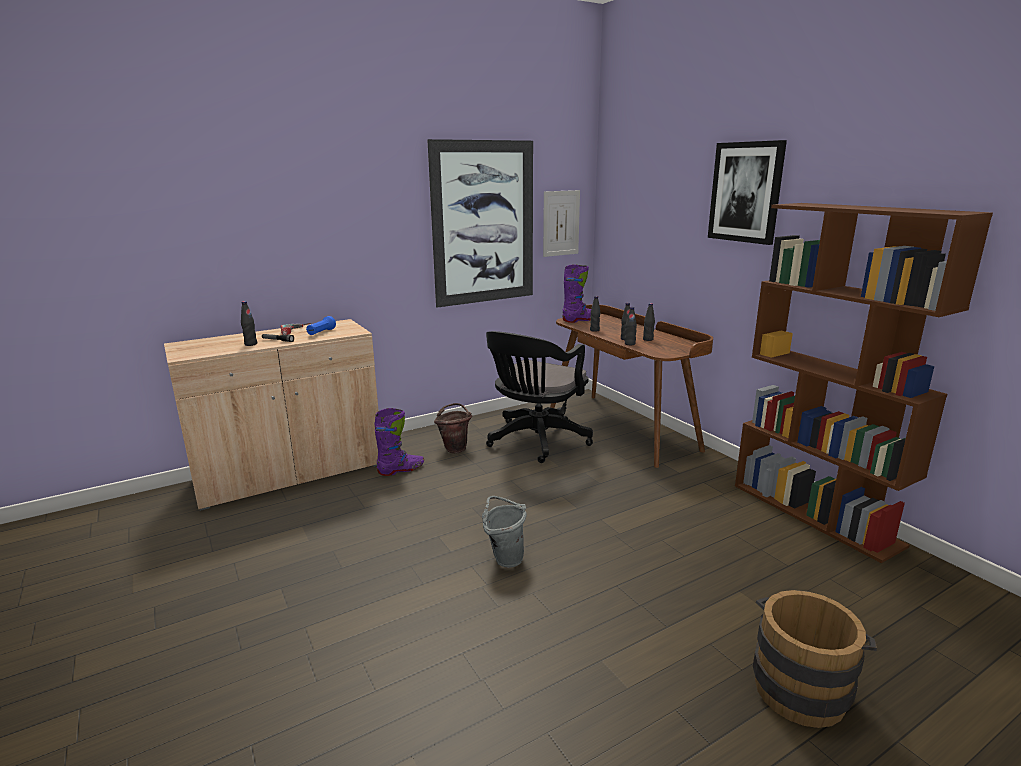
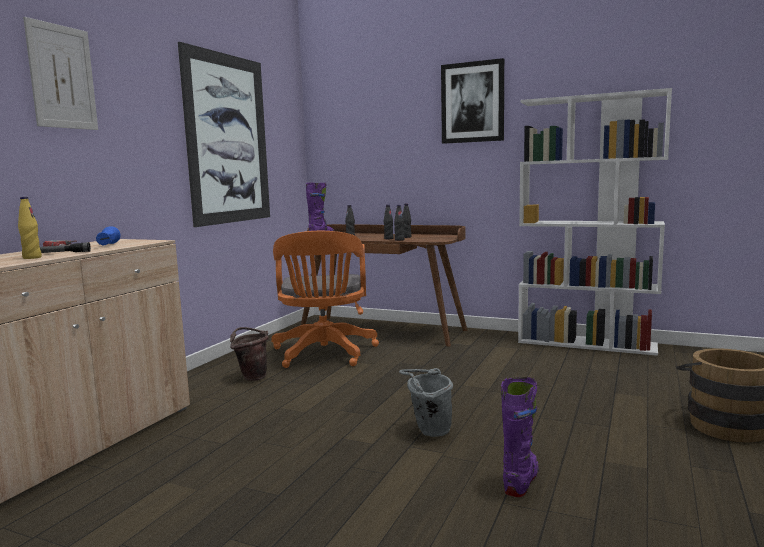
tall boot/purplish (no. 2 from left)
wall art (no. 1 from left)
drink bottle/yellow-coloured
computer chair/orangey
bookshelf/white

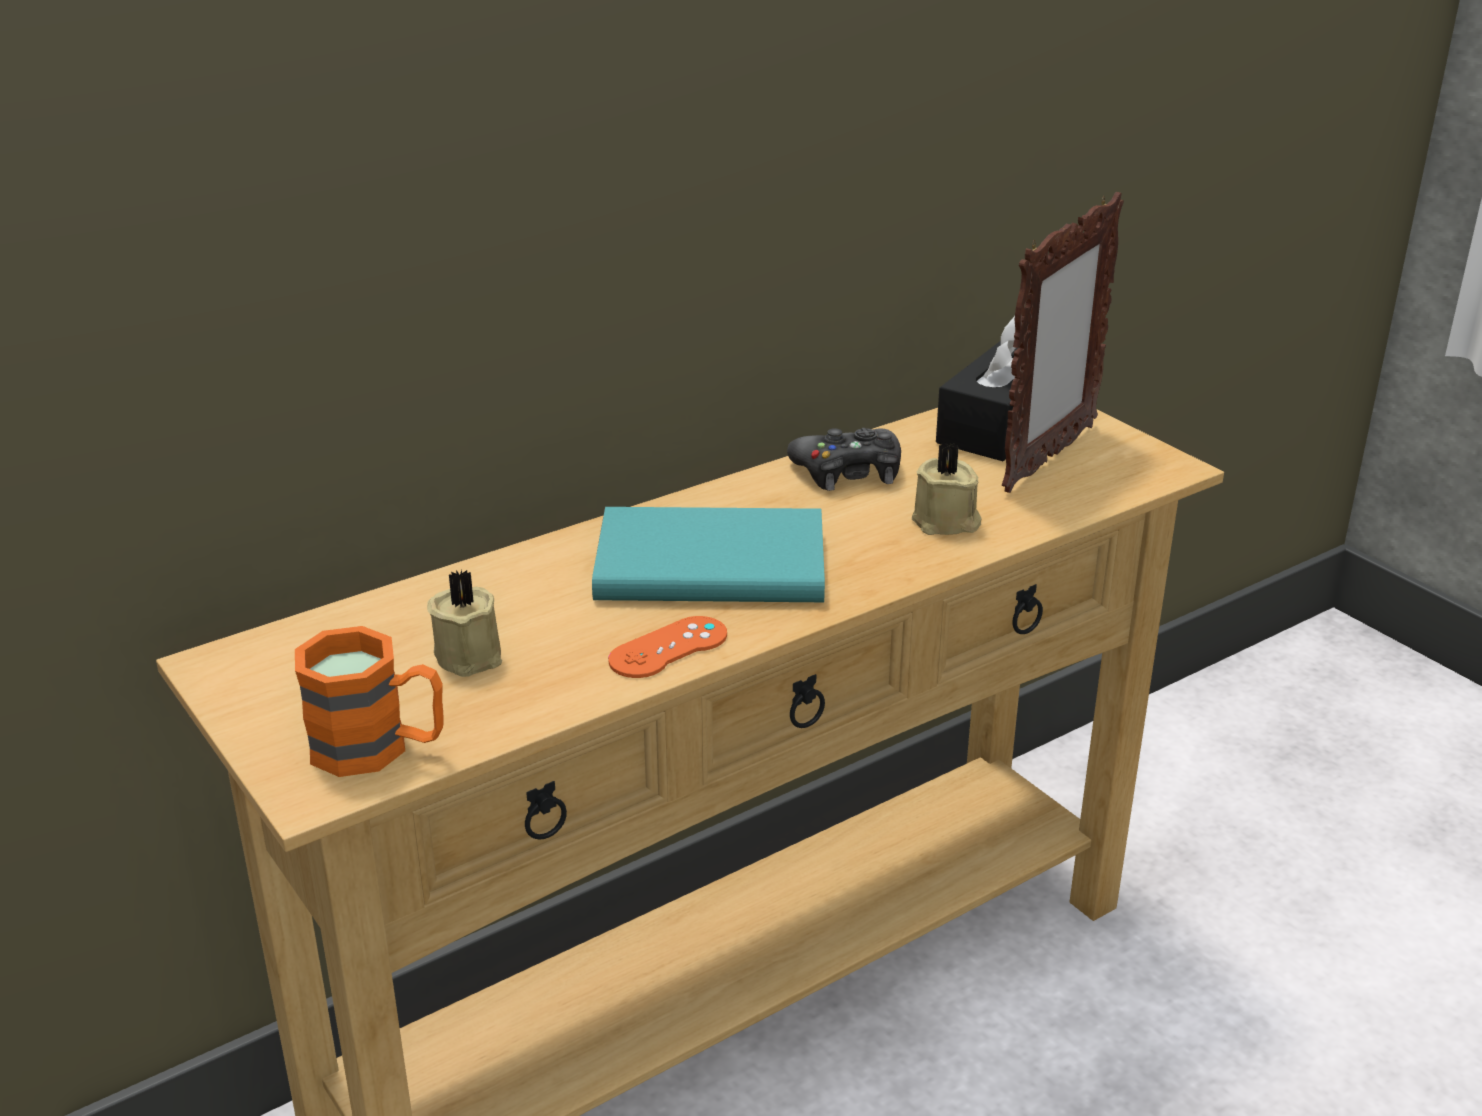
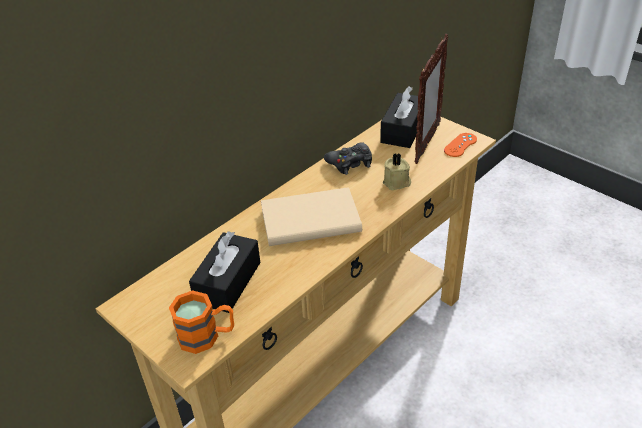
game controller/orangey
tissue holder/blackish (no. 1 from left)
bound book/sand-coloured

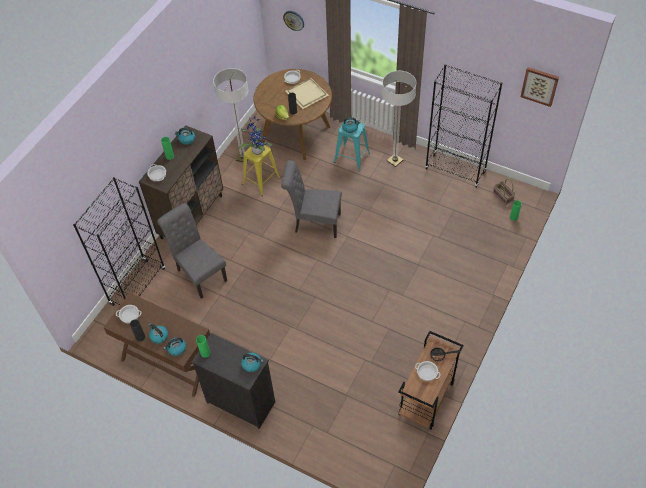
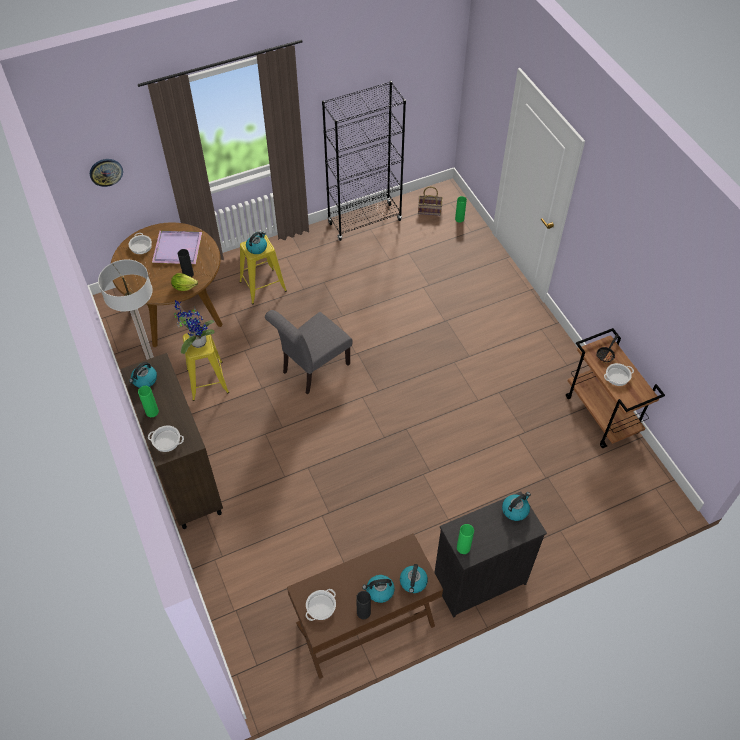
bookshelf/blackish (no. 1 from left in the first image)
plain chair/greyish (no. 1 from left in the first image)
standing lamp (no. 2 from left in the first image)
wall art
carrying tray/purplish
stool seat/yellow-coloured (no. 2 from left)

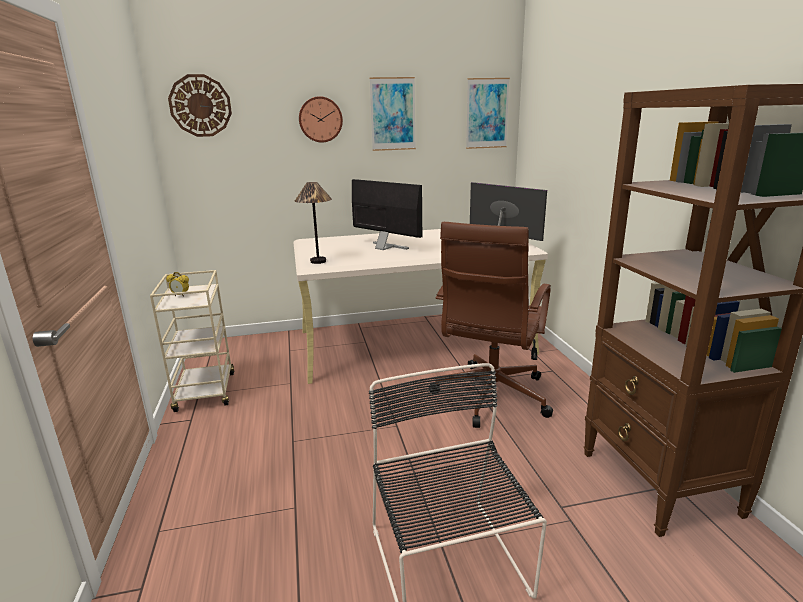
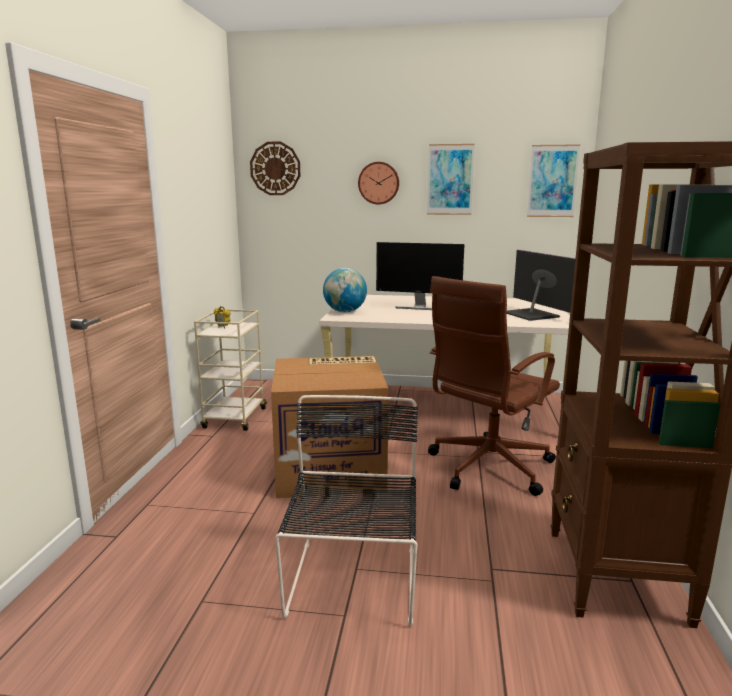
packing box
globe
computer display (no. 1 from left)

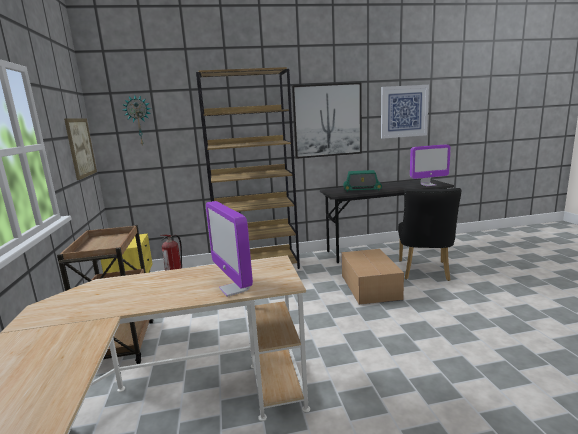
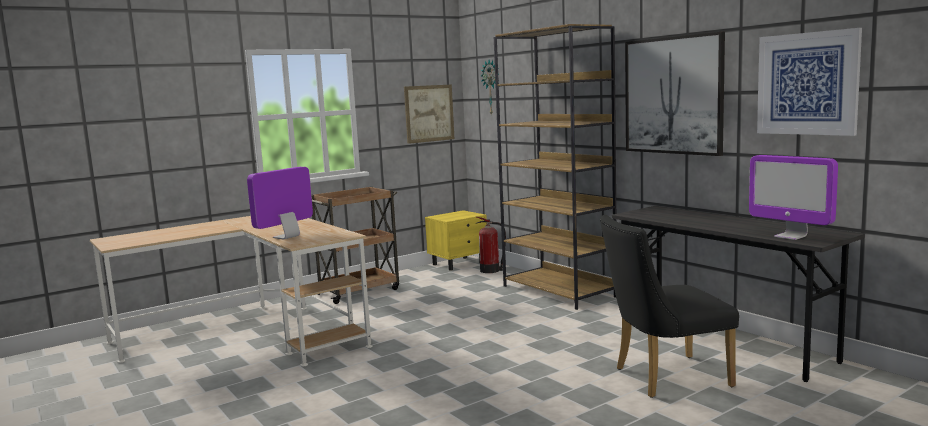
packing box
radio set

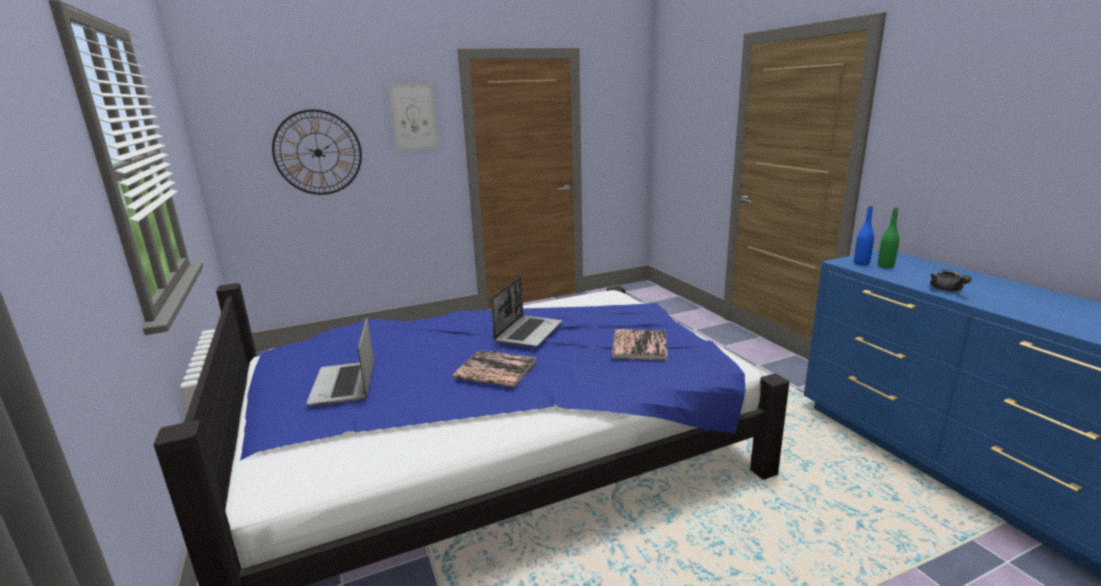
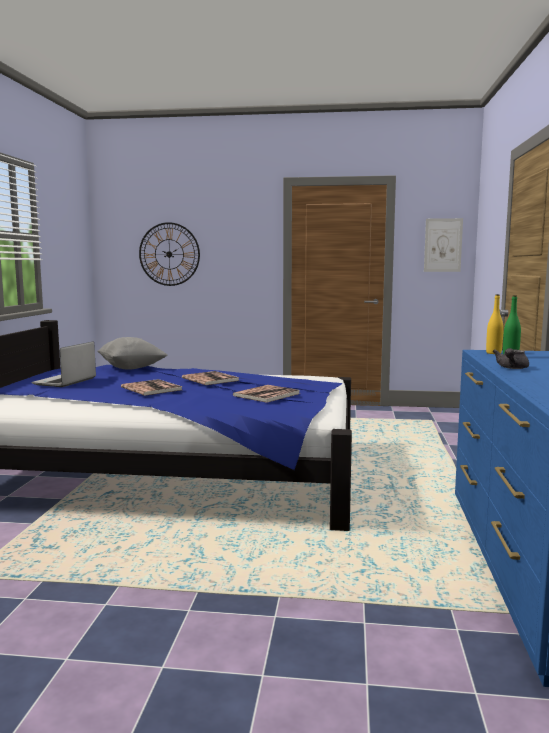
cushion/greyish
wall art
bound book (no. 2 from left)
drink bottle/yellow-coloured

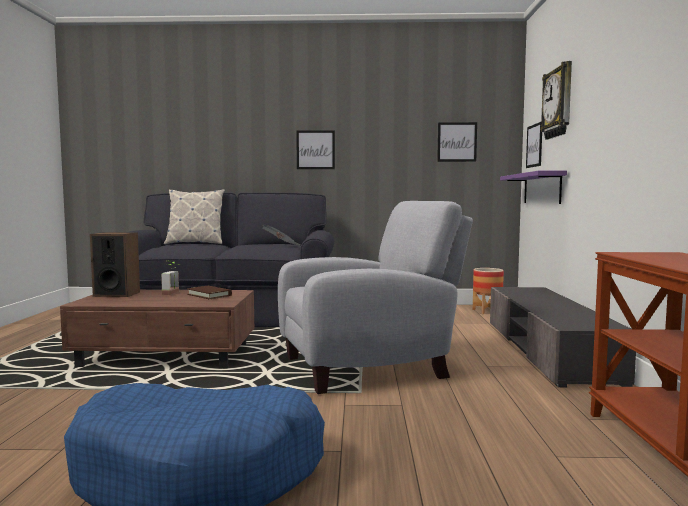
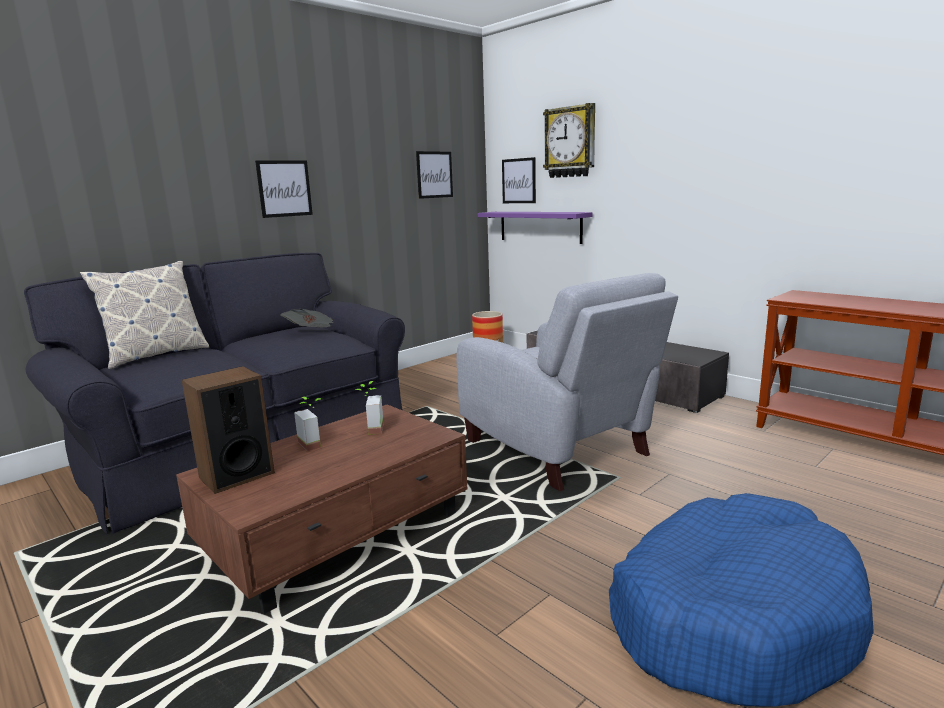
plant in a pot (no. 2 from left)
easy chair/greyish

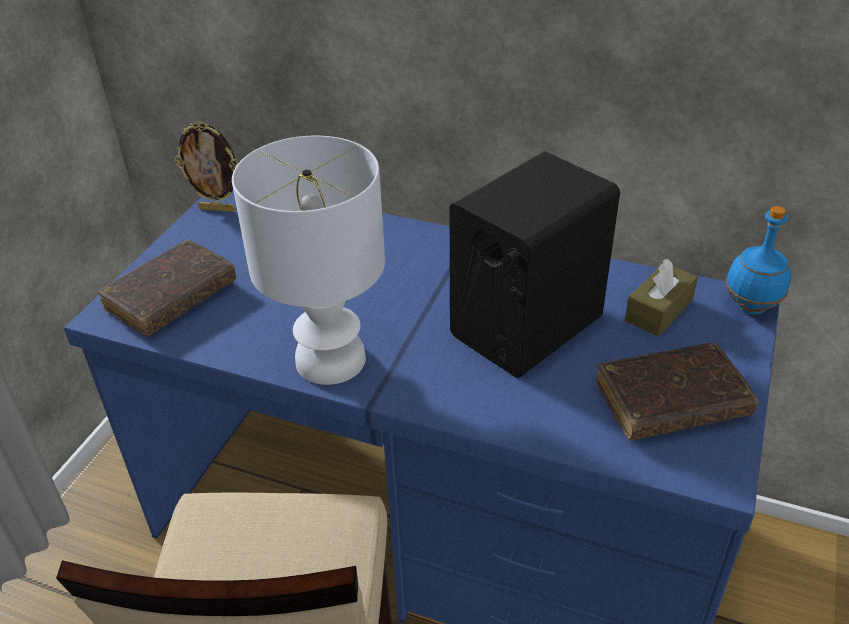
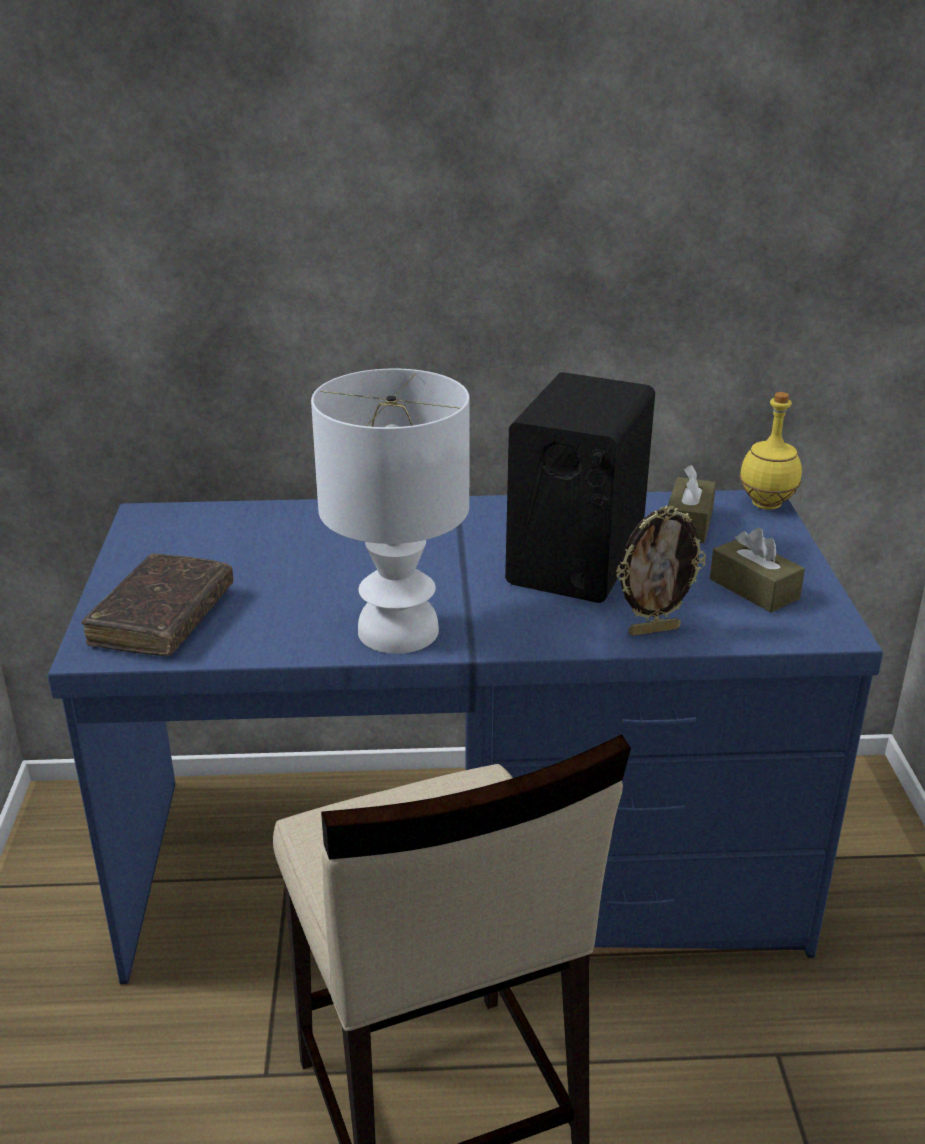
picture frame
tissue holder/brown (no. 2 from left)
drink bottle/yellow-coloured

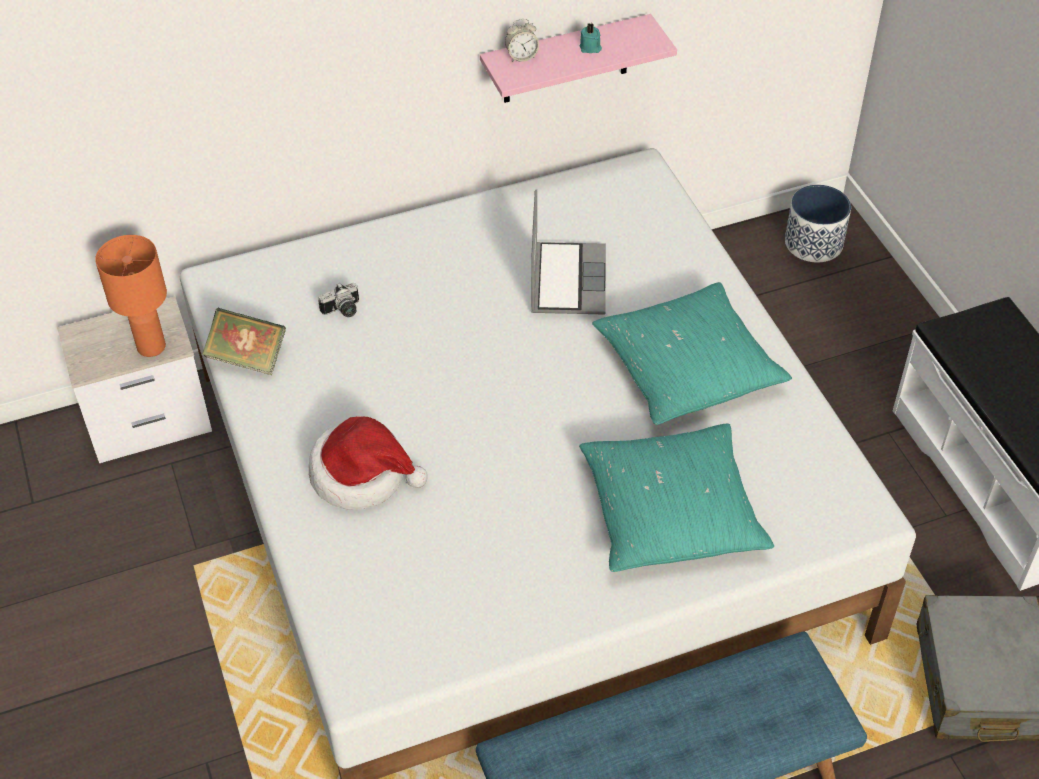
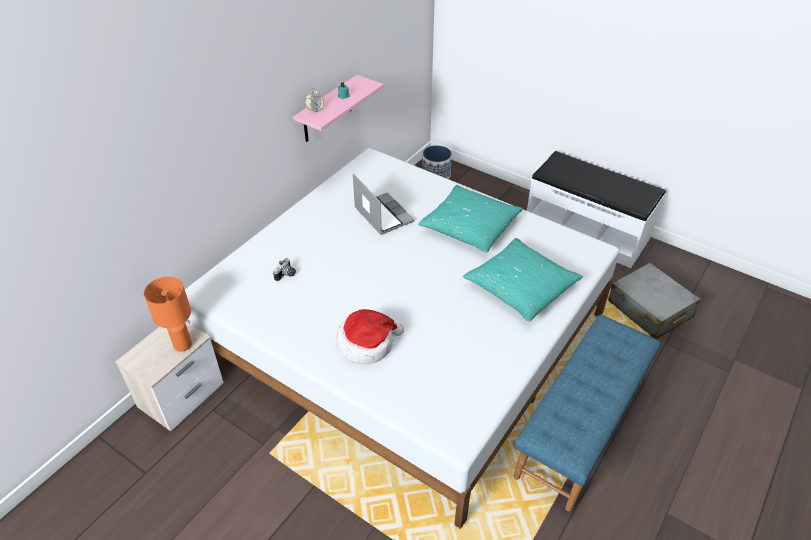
bound book

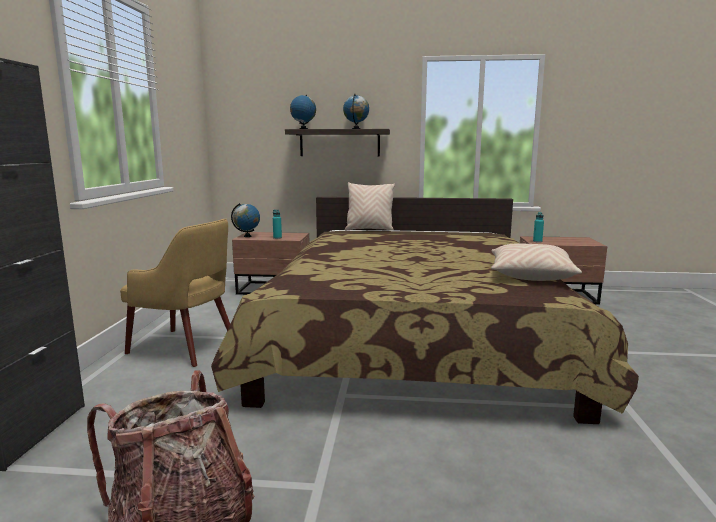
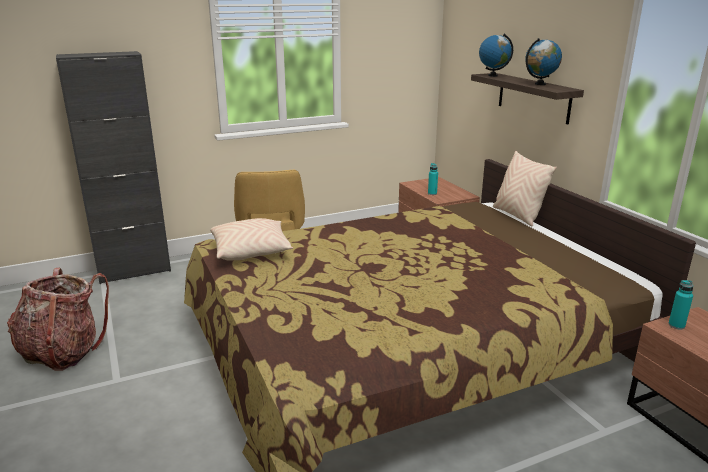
globe (no. 1 from left in the first image)
cushion/sand-coloured (no. 1 from left)

